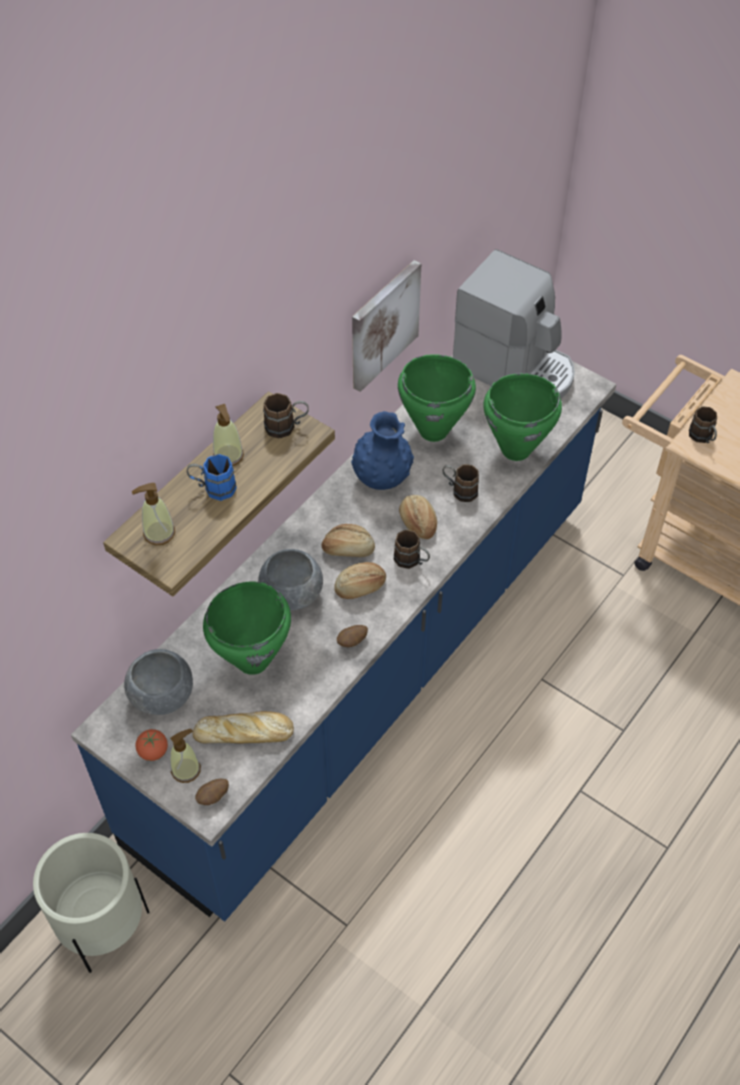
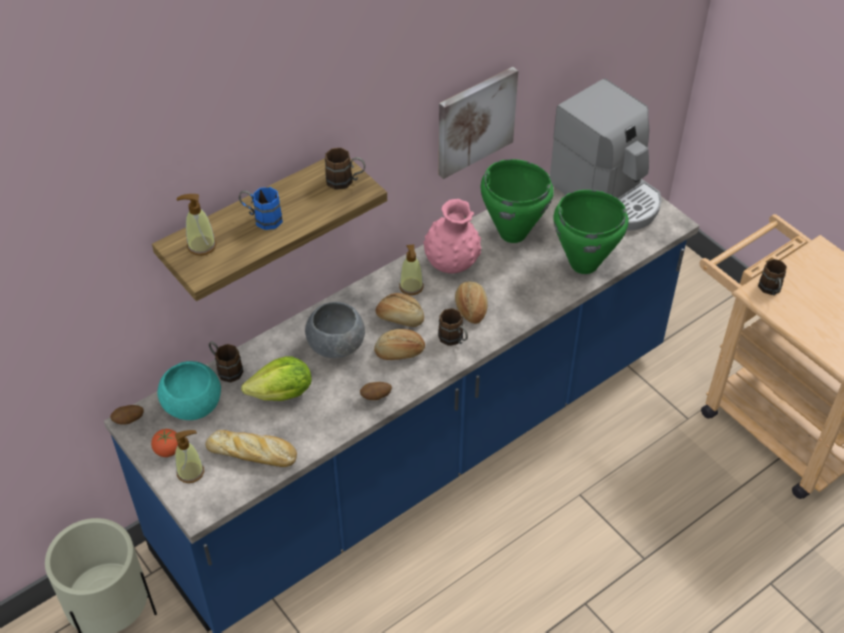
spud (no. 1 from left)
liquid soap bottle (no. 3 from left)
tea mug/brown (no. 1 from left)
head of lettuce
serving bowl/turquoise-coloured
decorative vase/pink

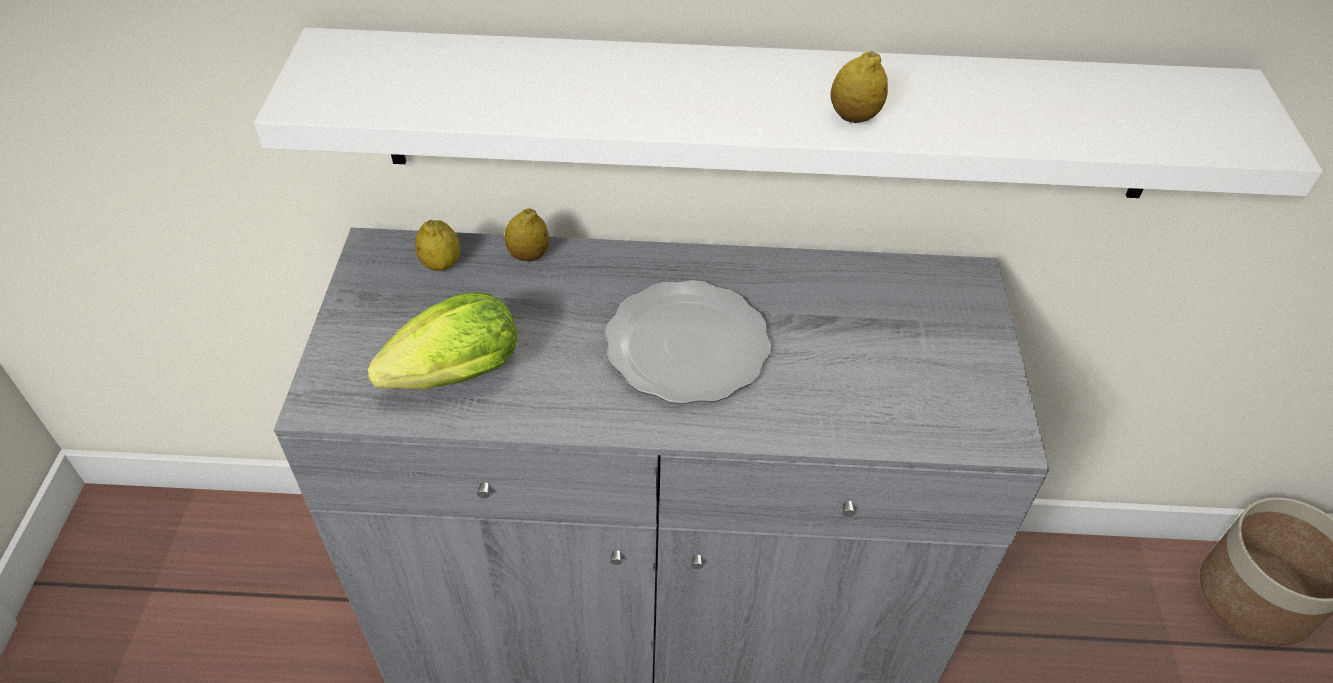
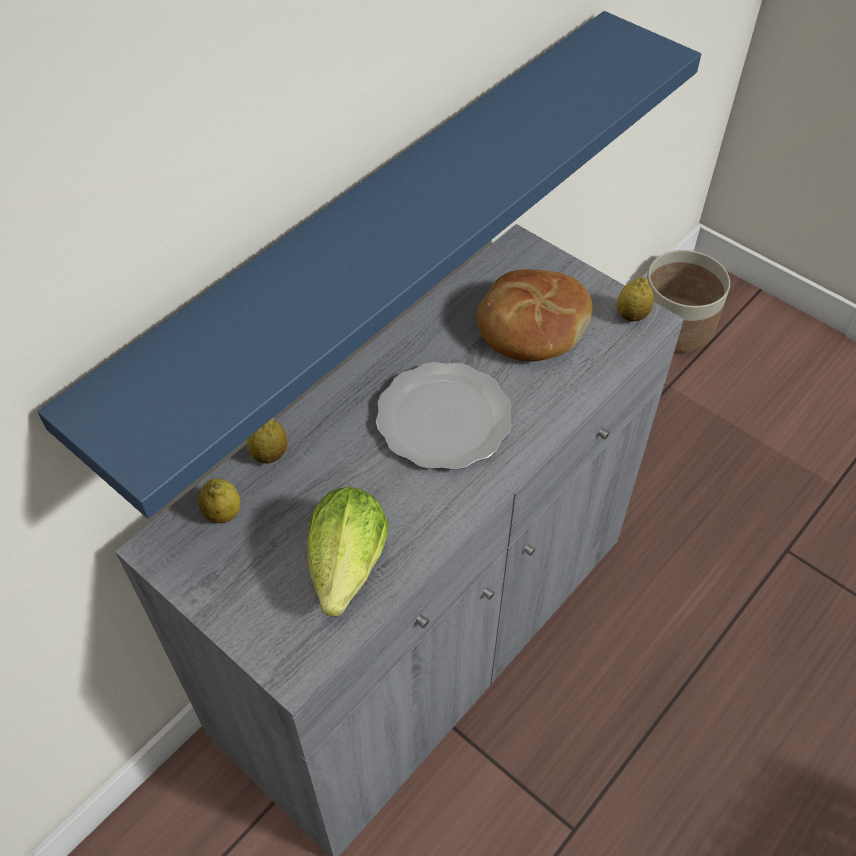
bakery bread
citrus fruit (no. 3 from left)
shelf/blue-coloured

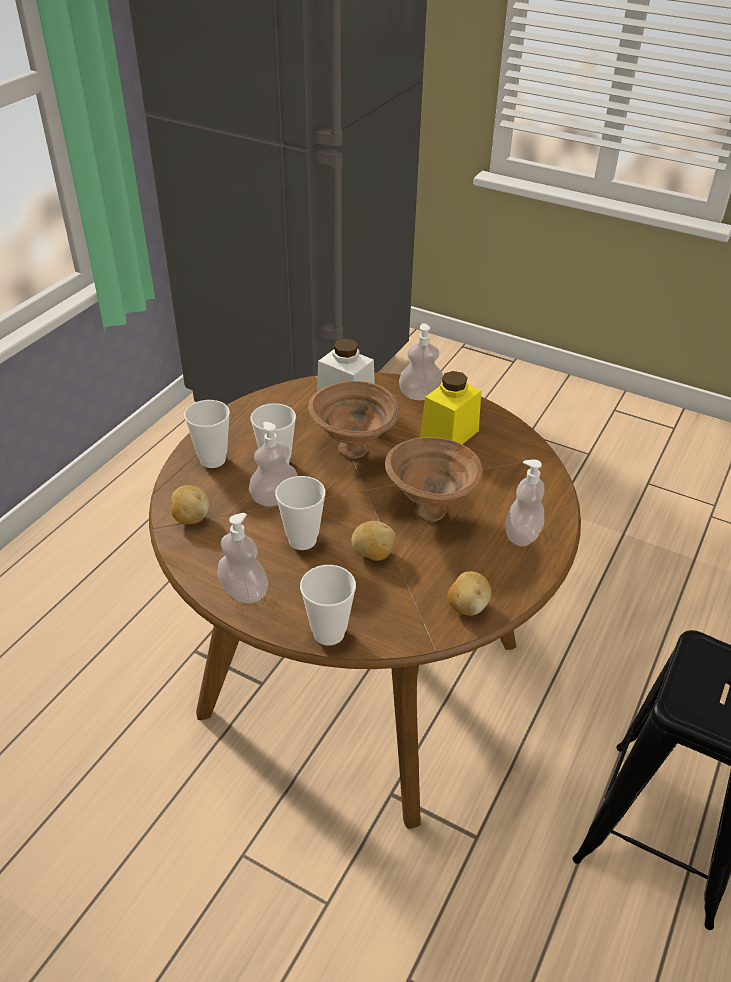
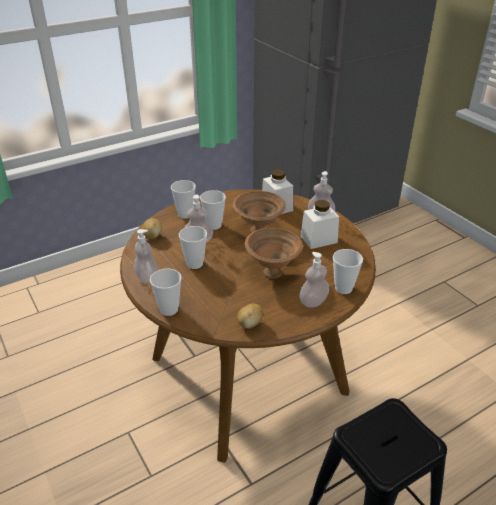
spud (no. 2 from left in the first image)
drinking cup (no. 5 from left)
storage jar/white (no. 2 from left)

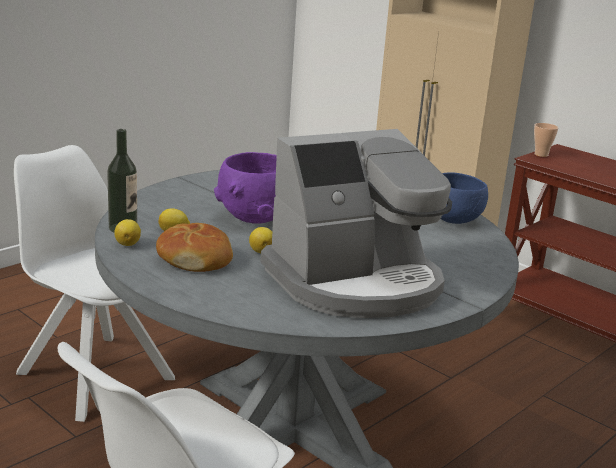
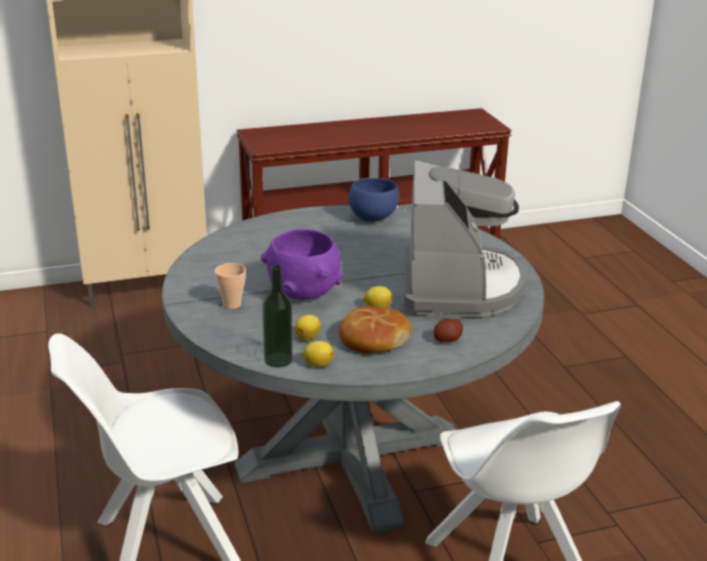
spud
drinking cup

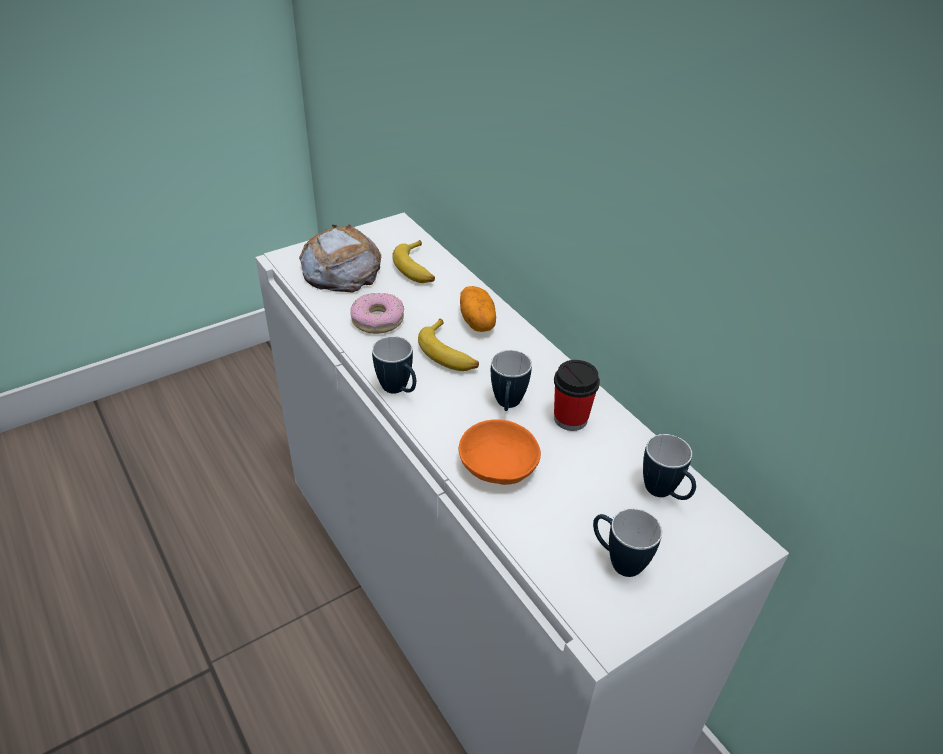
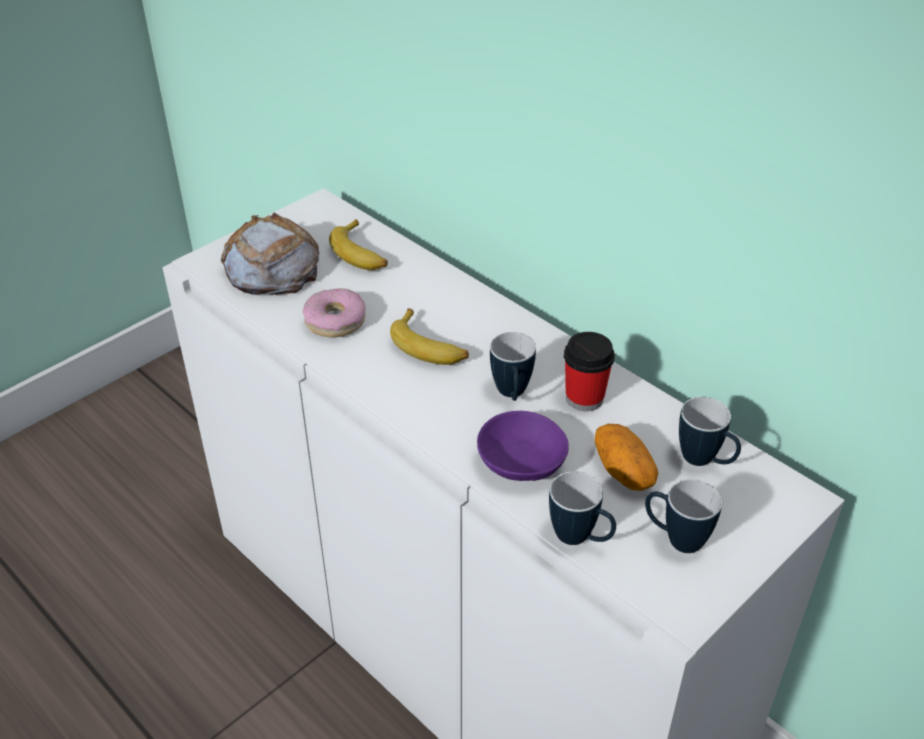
tea mug (no. 2 from left)
spud
serving bowl/purplish

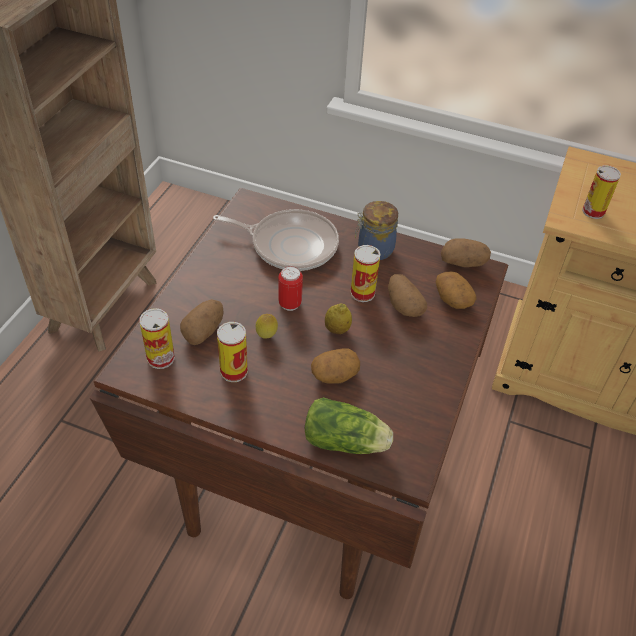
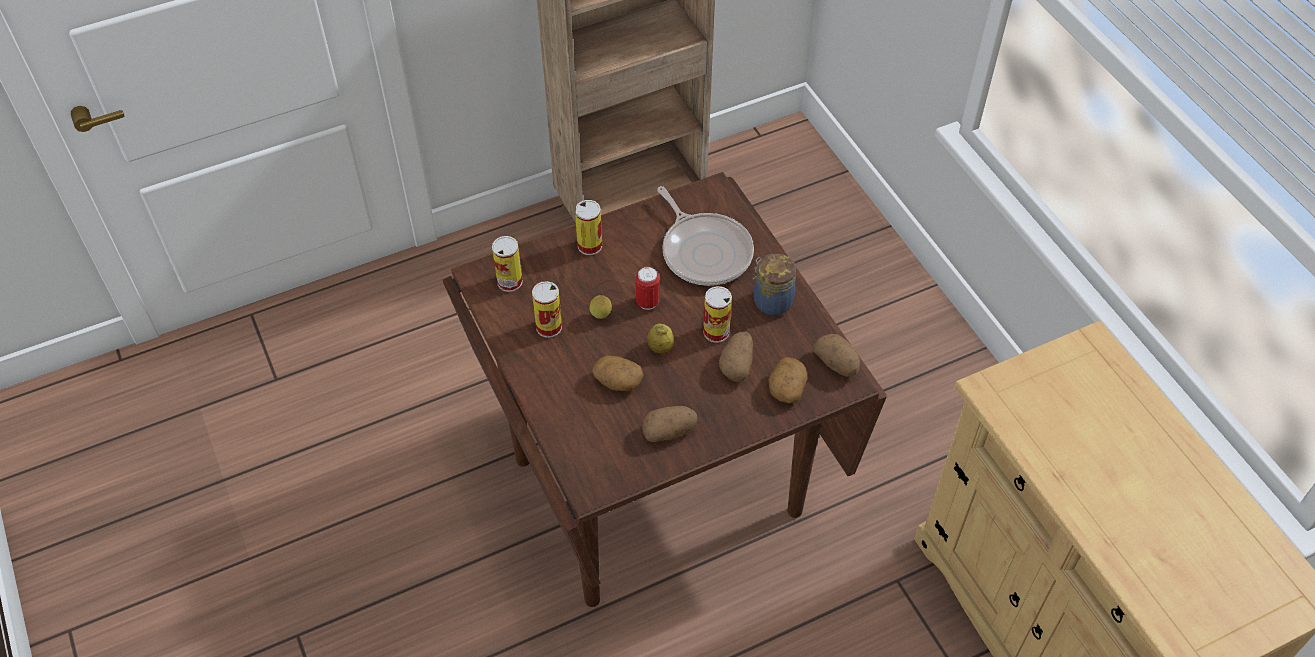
head of lettuce
spud (no. 2 from left)
sealed can (no. 3 from left)

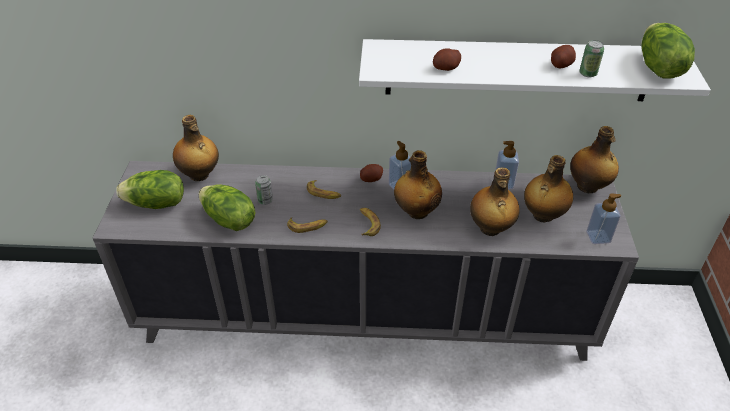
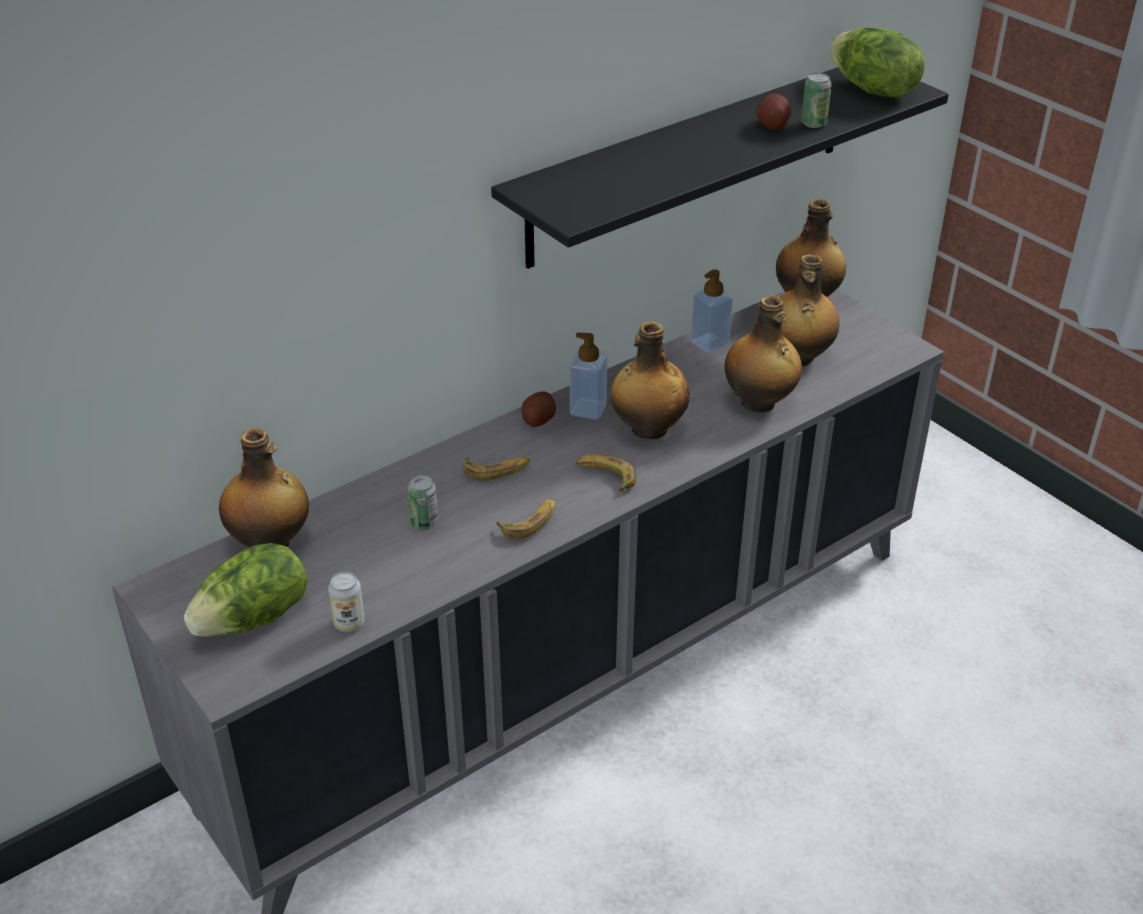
head of lettuce (no. 2 from left in the first image)
spud (no. 2 from left in the first image)
liquid soap bottle (no. 3 from left in the first image)
sealed can (no. 1 from left)
shelf/blackish

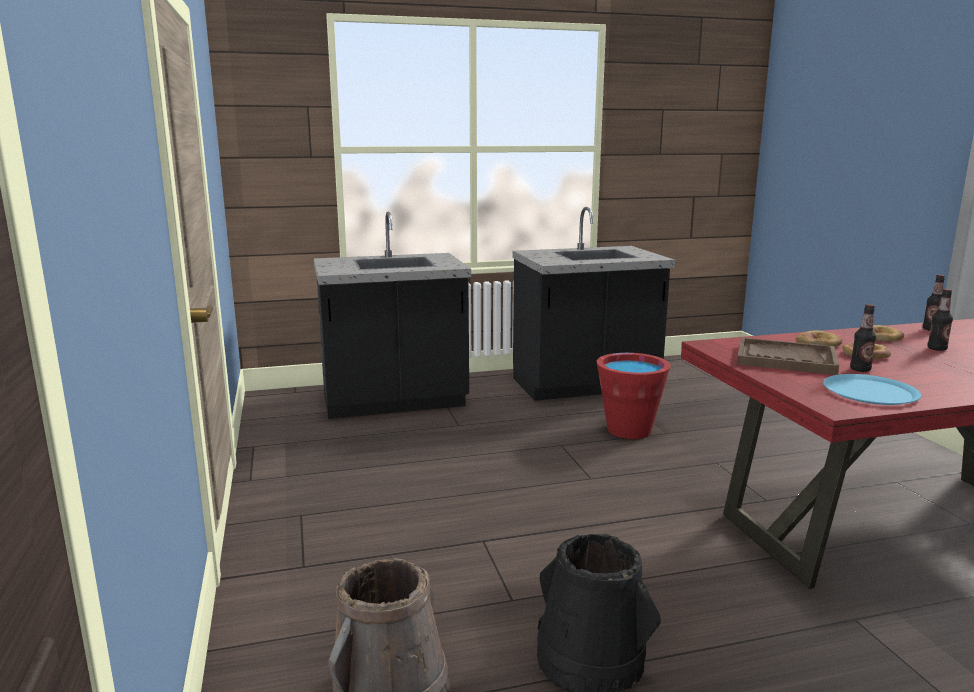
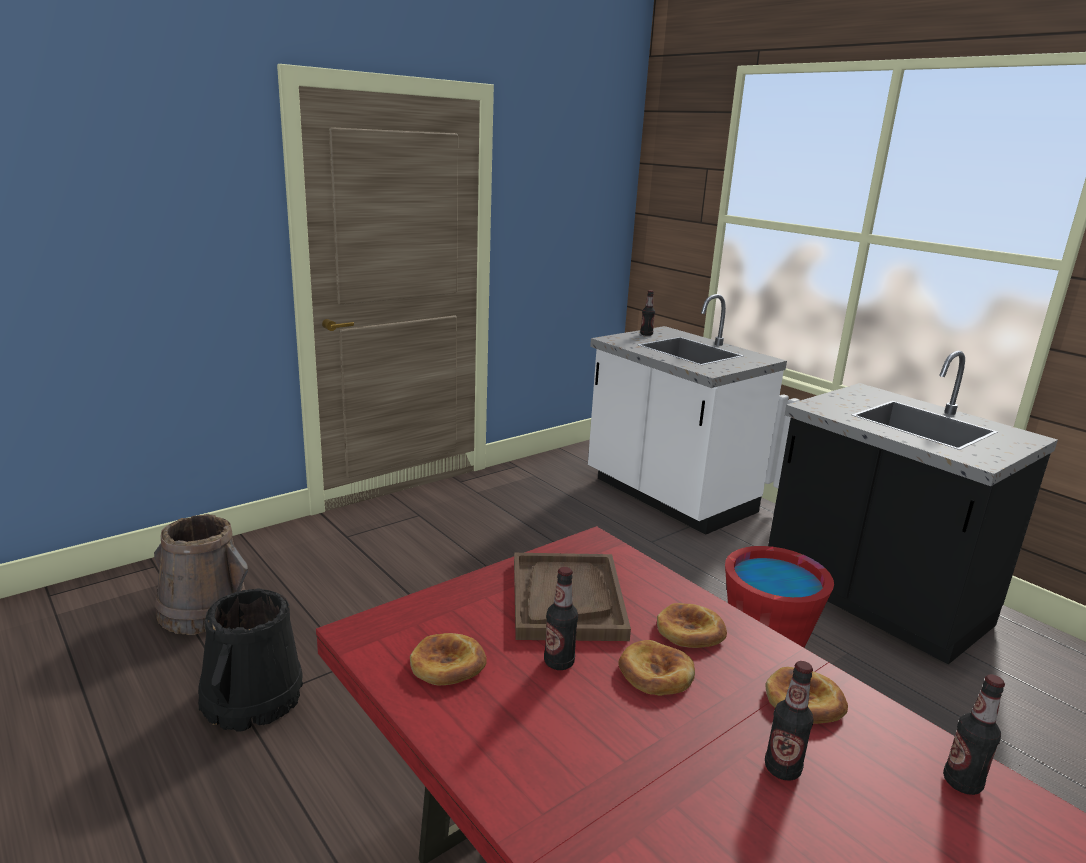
drink bottle (no. 2 from left)
bakery bread (no. 1 from left)
kitchen counter/white

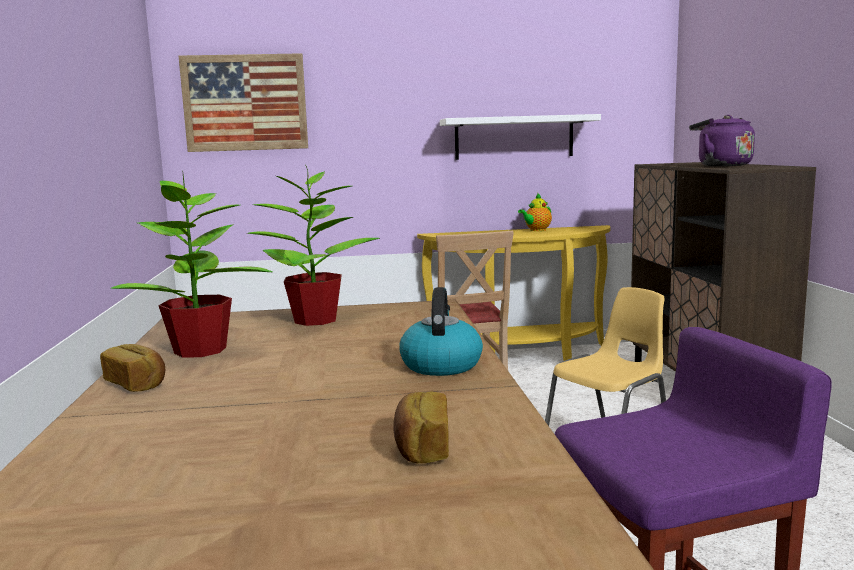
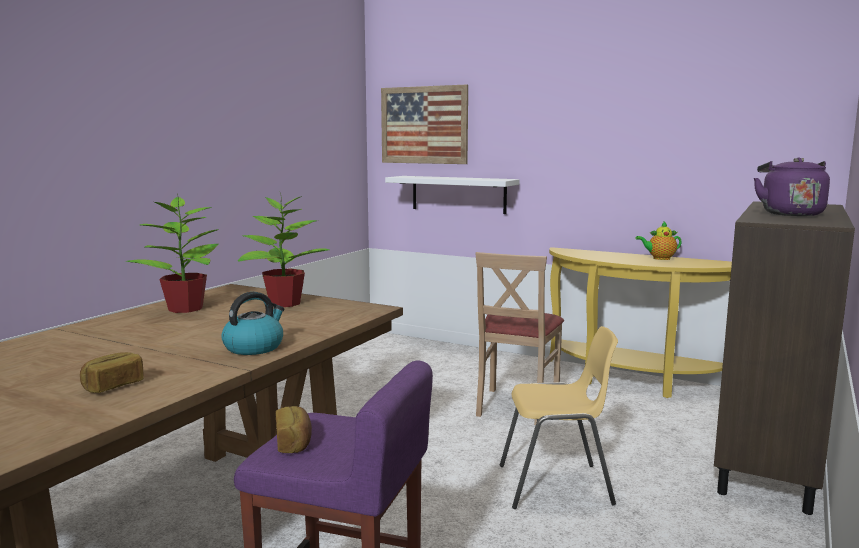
bakery bread (no. 2 from left)
shelf/white

